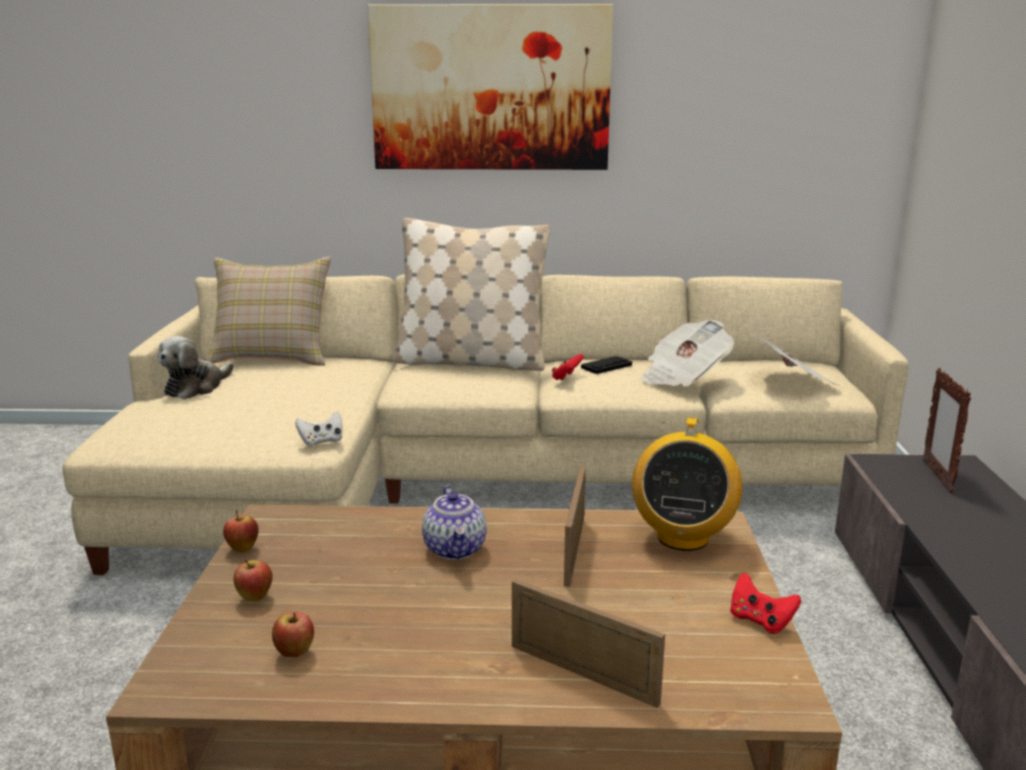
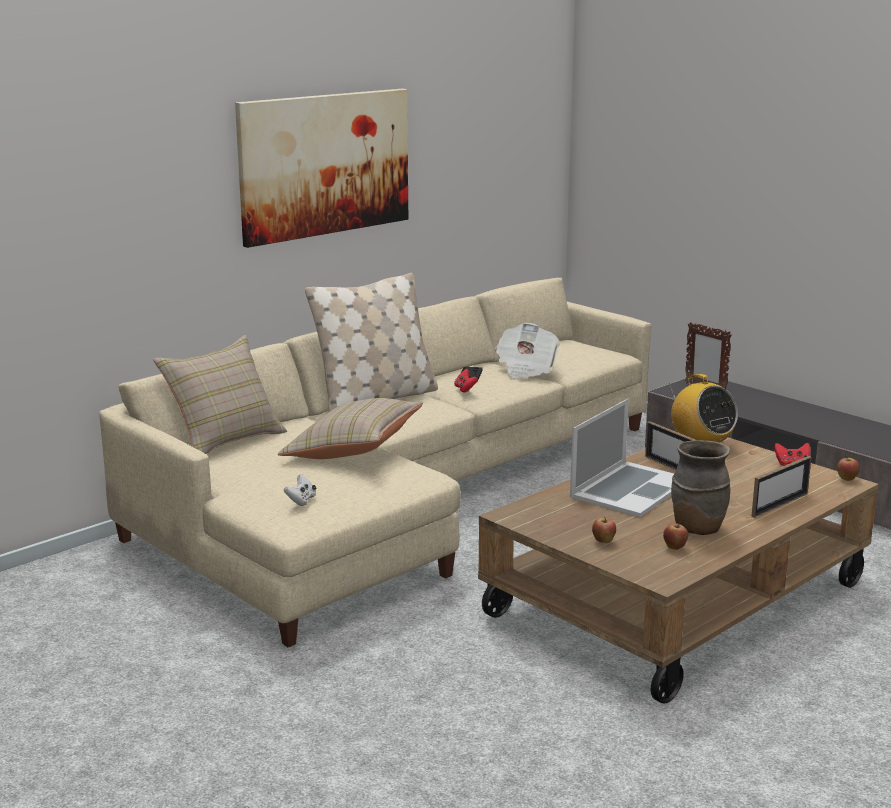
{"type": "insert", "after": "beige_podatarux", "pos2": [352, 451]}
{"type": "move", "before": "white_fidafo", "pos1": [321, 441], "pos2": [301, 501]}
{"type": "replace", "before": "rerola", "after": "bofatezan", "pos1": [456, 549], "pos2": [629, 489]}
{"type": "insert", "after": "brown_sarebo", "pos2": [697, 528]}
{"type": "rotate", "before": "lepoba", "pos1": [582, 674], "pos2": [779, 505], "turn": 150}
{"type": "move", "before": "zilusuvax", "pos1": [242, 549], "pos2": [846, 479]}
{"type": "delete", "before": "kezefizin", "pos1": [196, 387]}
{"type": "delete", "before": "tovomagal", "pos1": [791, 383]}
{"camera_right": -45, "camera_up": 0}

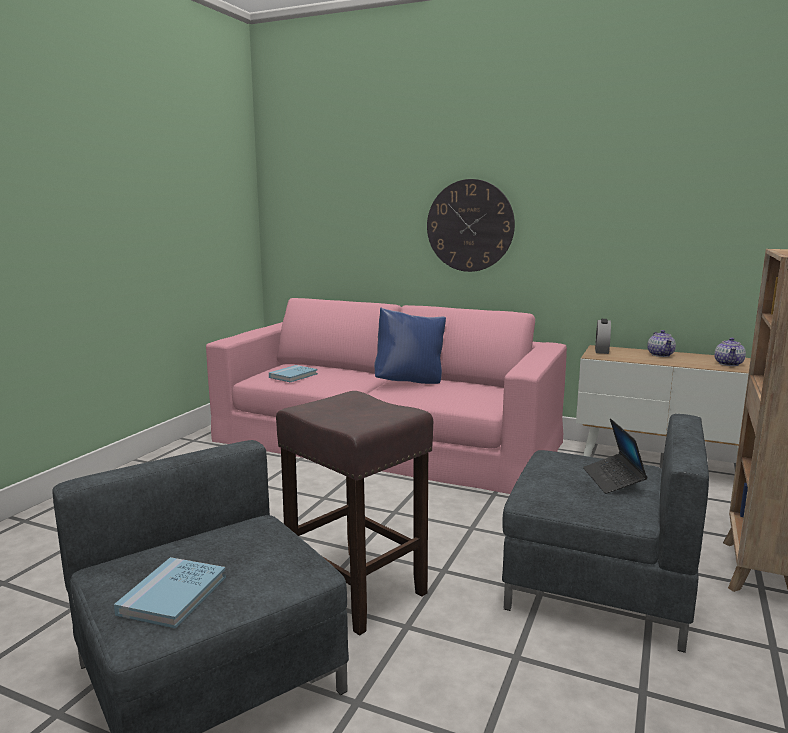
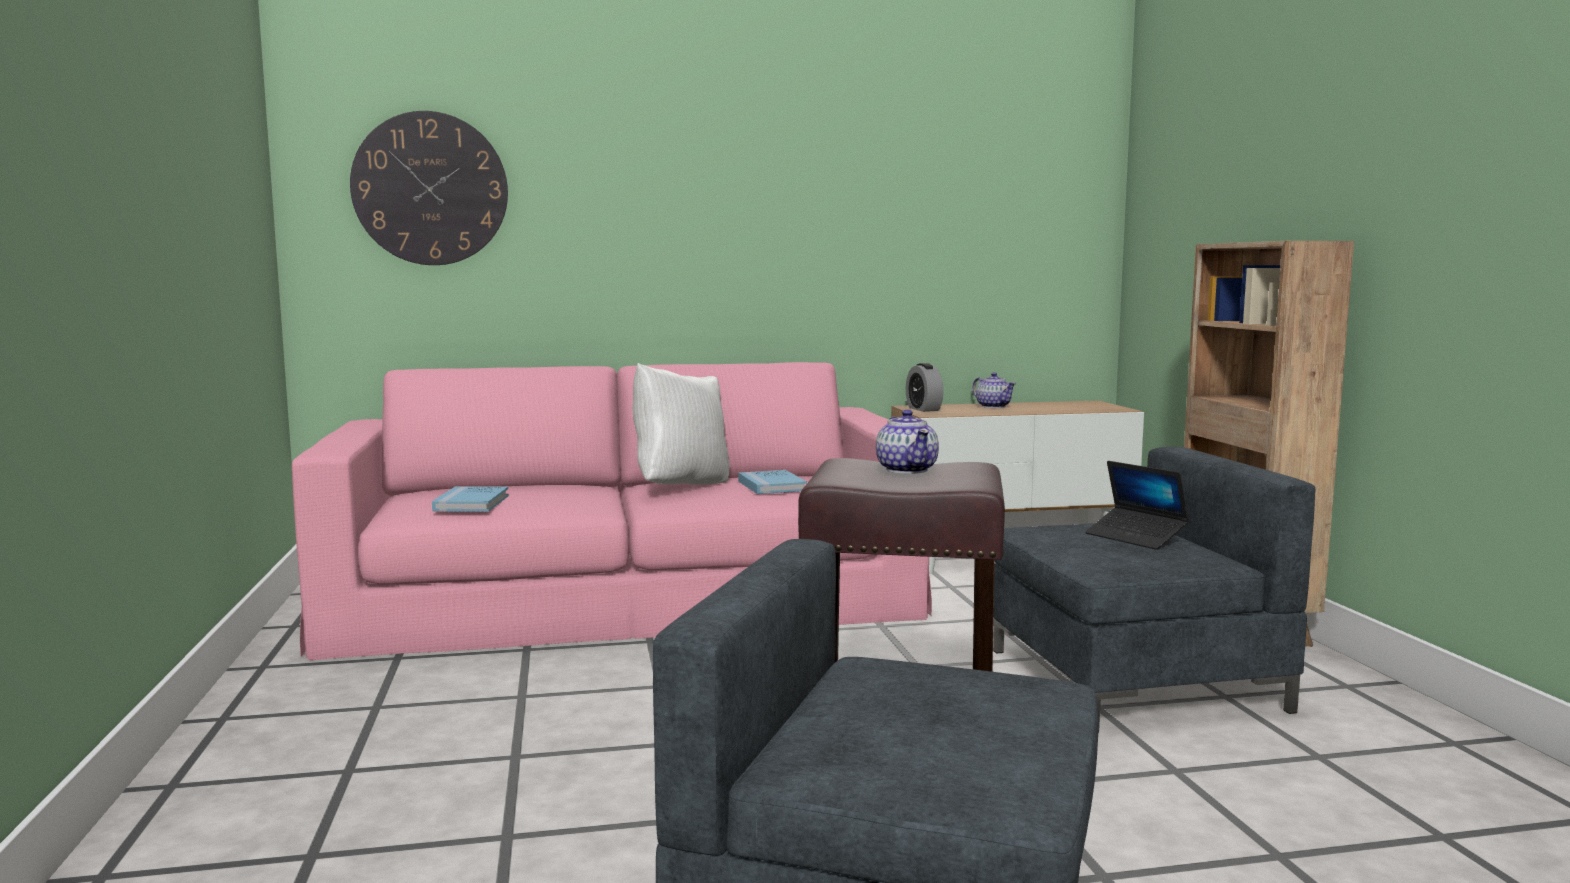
{"type": "move", "before": "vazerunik", "pos1": [470, 226], "pos2": [430, 189]}
{"type": "recolor", "before": "blue_podatarux", "after": "white_podatarux", "pos1": [410, 382], "pos2": [681, 486]}
{"type": "move", "before": "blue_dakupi", "pos1": [173, 595], "pos2": [771, 486]}
{"type": "move", "before": "rerola", "pos1": [729, 364], "pos2": [907, 469]}
{"camera_right": -35, "camera_up": -5}

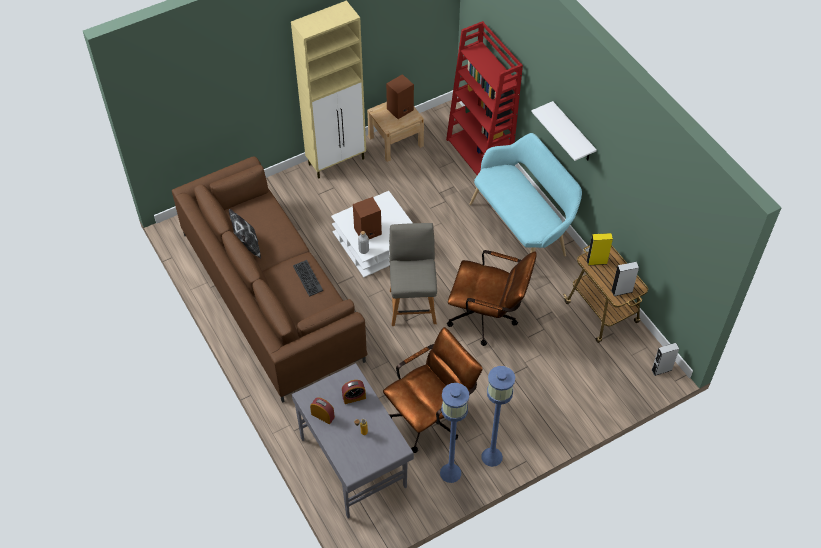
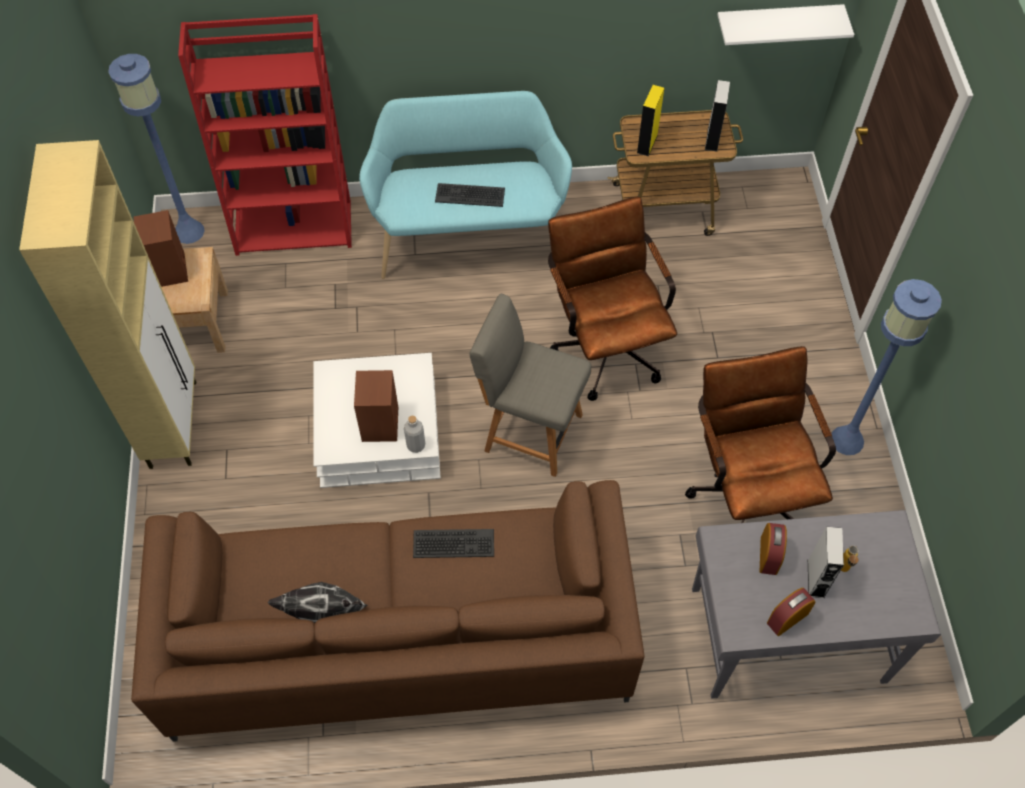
{"type": "move", "before": "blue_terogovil", "pos1": [450, 472], "pos2": [188, 231]}
{"type": "insert", "after": "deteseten", "pos2": [470, 195]}
{"type": "rotate", "before": "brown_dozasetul", "pos1": [488, 318], "pos2": [605, 343], "turn": -60}
{"type": "move", "before": "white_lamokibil", "pos1": [573, 133], "pos2": [777, 23]}
{"type": "move", "before": "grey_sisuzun", "pos1": [661, 369], "pos2": [816, 578]}
{"camera_right": -65, "camera_up": 5}

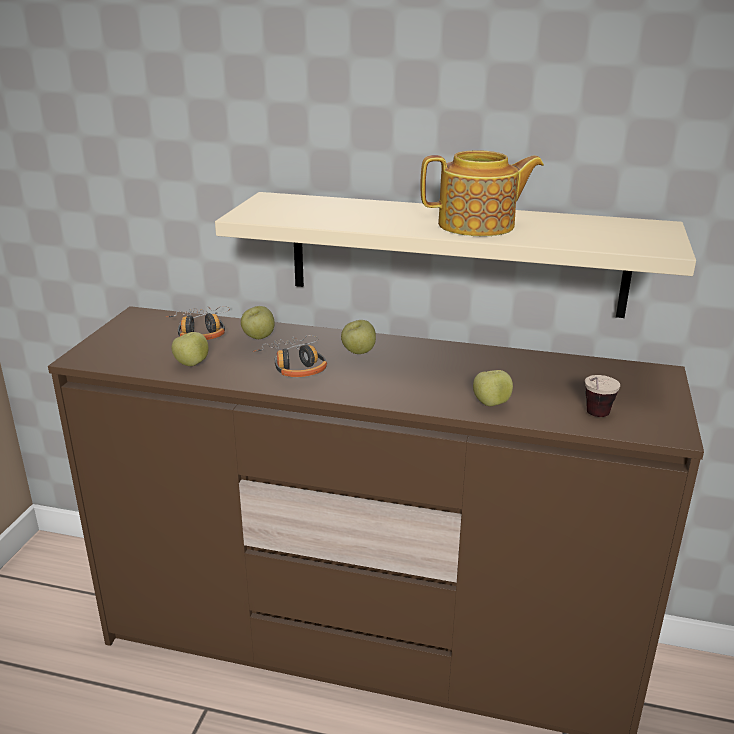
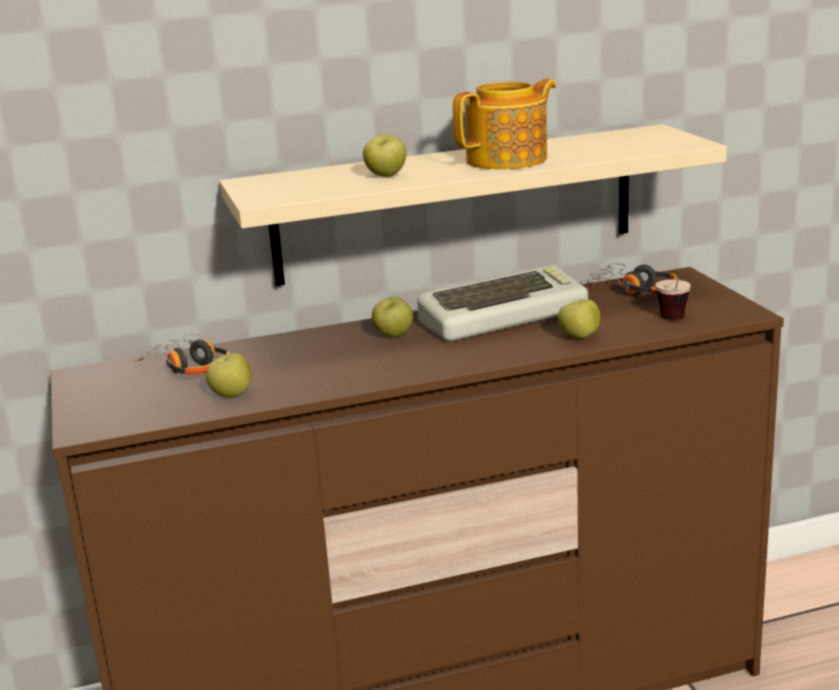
{"type": "move", "before": "zilusuvax", "pos1": [258, 337], "pos2": [386, 176]}
{"type": "insert", "after": "deteseten", "pos2": [503, 315]}
{"type": "move", "before": "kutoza", "pos1": [295, 365], "pos2": [633, 289]}
{"camera_right": -30, "camera_up": -5}

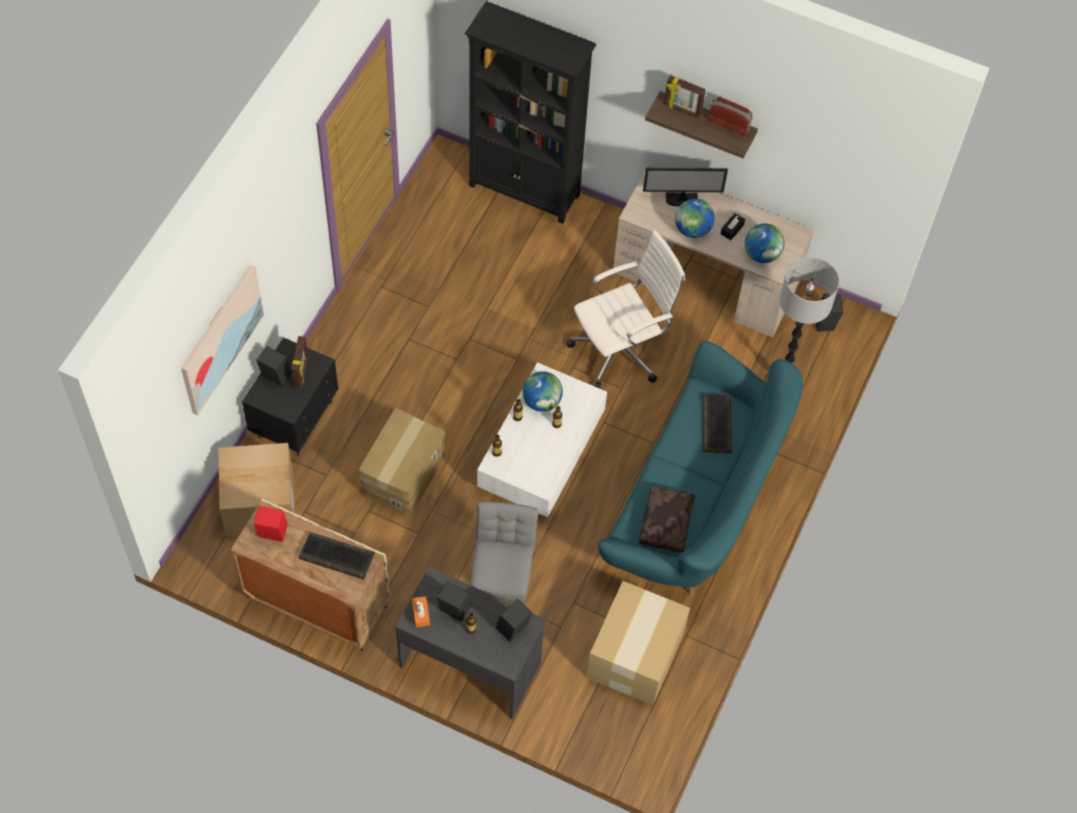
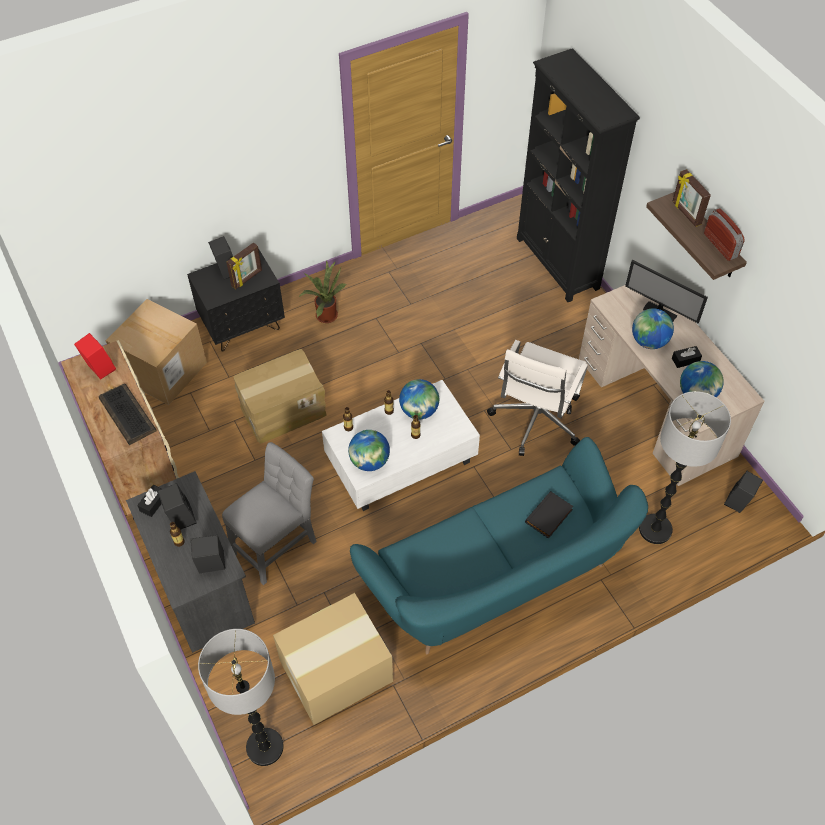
{"type": "recolor", "before": "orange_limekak", "after": "black_limekak", "pos1": [421, 614], "pos2": [153, 503]}
{"type": "insert", "after": "terogovil", "pos2": [264, 747]}
{"type": "insert", "after": "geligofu", "pos2": [325, 314]}
{"type": "insert", "after": "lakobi", "pos2": [369, 461]}
{"type": "rotate", "before": "white_dozasetul", "pos1": [621, 350], "pos2": [535, 420], "turn": 105}
{"type": "replace", "before": "deteseten", "after": "black_dakupi", "pos1": [717, 425], "pos2": [549, 517]}
{"type": "delete", "before": "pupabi", "pos1": [220, 339]}
{"type": "delete", "before": "brown_podatarux", "pos1": [667, 523]}
{"camera_right": 40, "camera_up": -5}

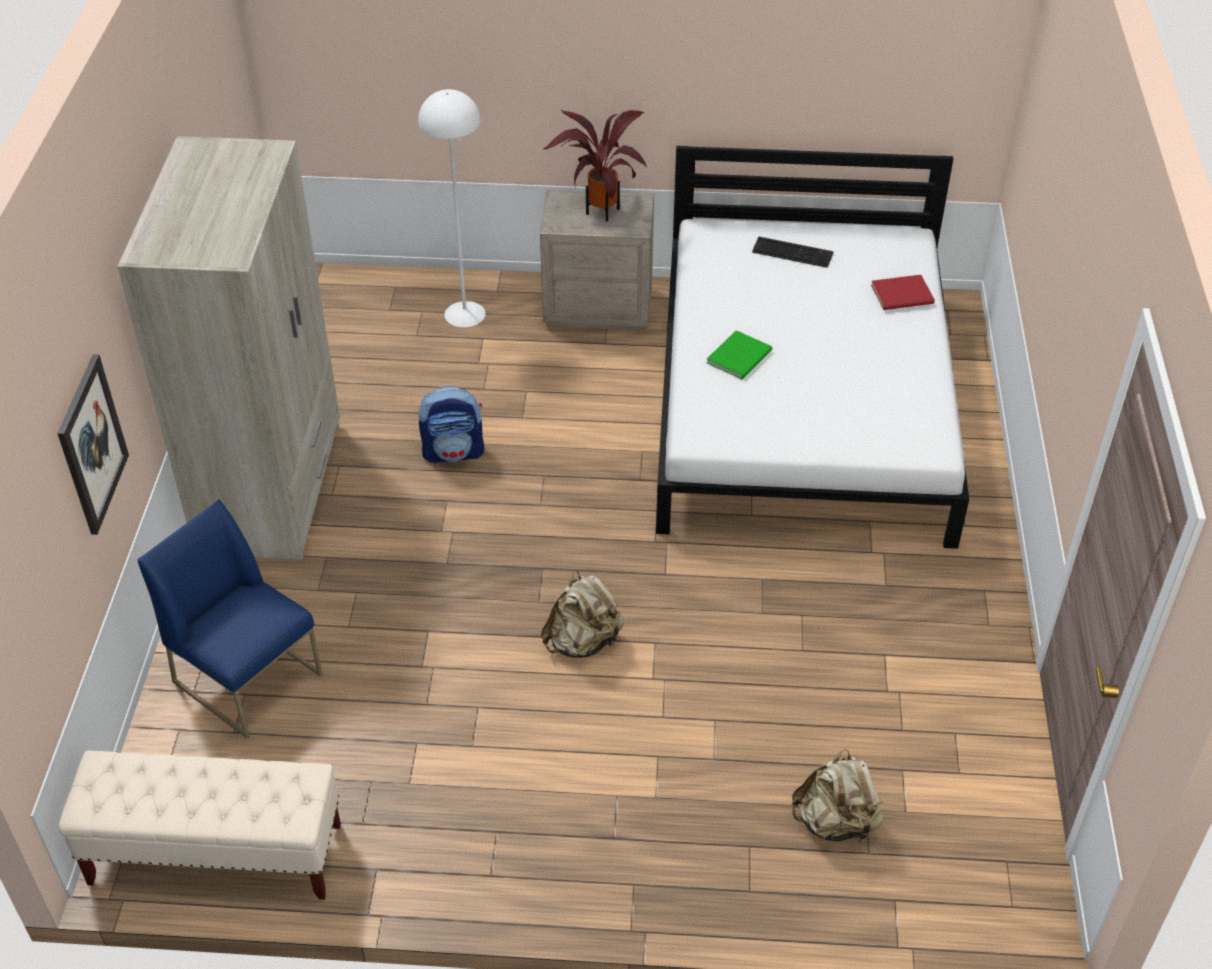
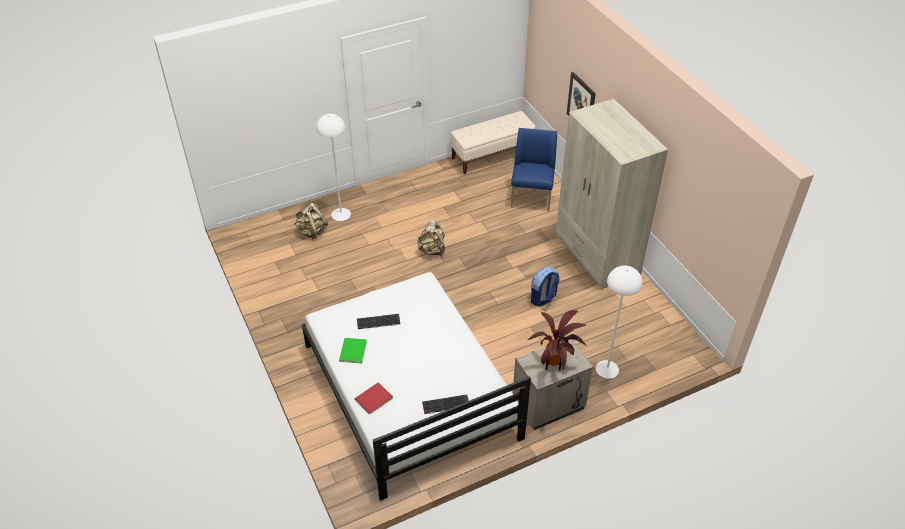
{"type": "insert", "after": "white_terogovil", "pos2": [341, 214]}
{"type": "move", "before": "green_dakupi", "pos1": [741, 356], "pos2": [352, 352]}
{"type": "insert", "after": "deteseten", "pos2": [378, 322]}
{"type": "rotate", "before": "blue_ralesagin", "pos1": [249, 678], "pos2": [532, 196], "turn": -90}
{"camera_right": 150, "camera_up": 0}

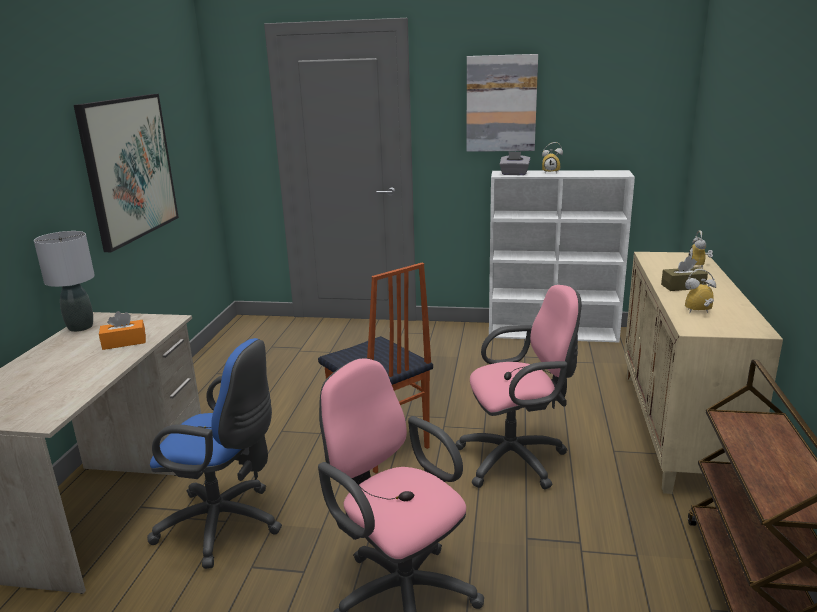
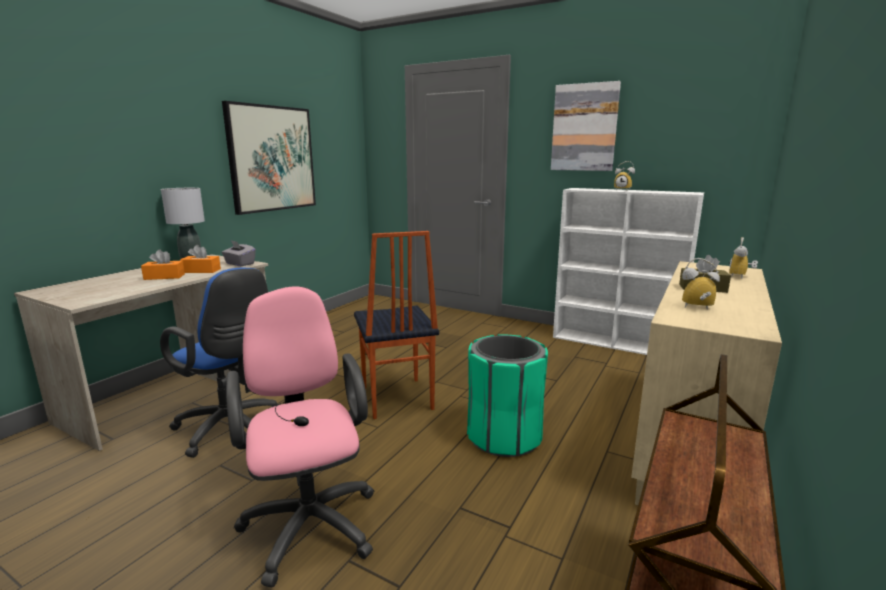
{"type": "insert", "after": "orange_limekak", "pos2": [164, 277]}
{"type": "move", "before": "grey_limekak", "pos1": [514, 174], "pos2": [239, 264]}
{"type": "replace", "before": "pink_dozasetul", "after": "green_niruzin", "pos1": [517, 459], "pos2": [504, 436]}
{"camera_right": 20, "camera_up": -5}

